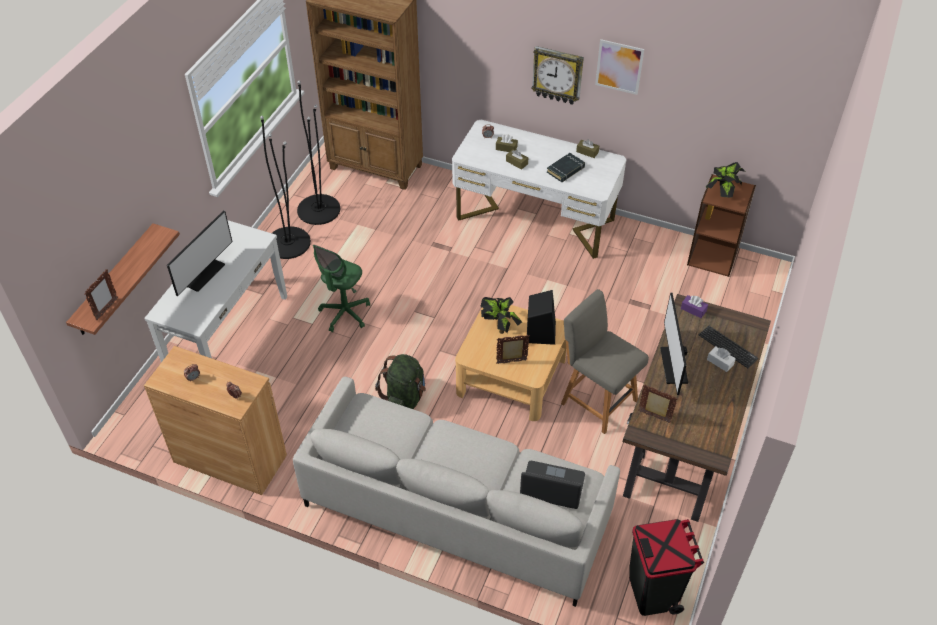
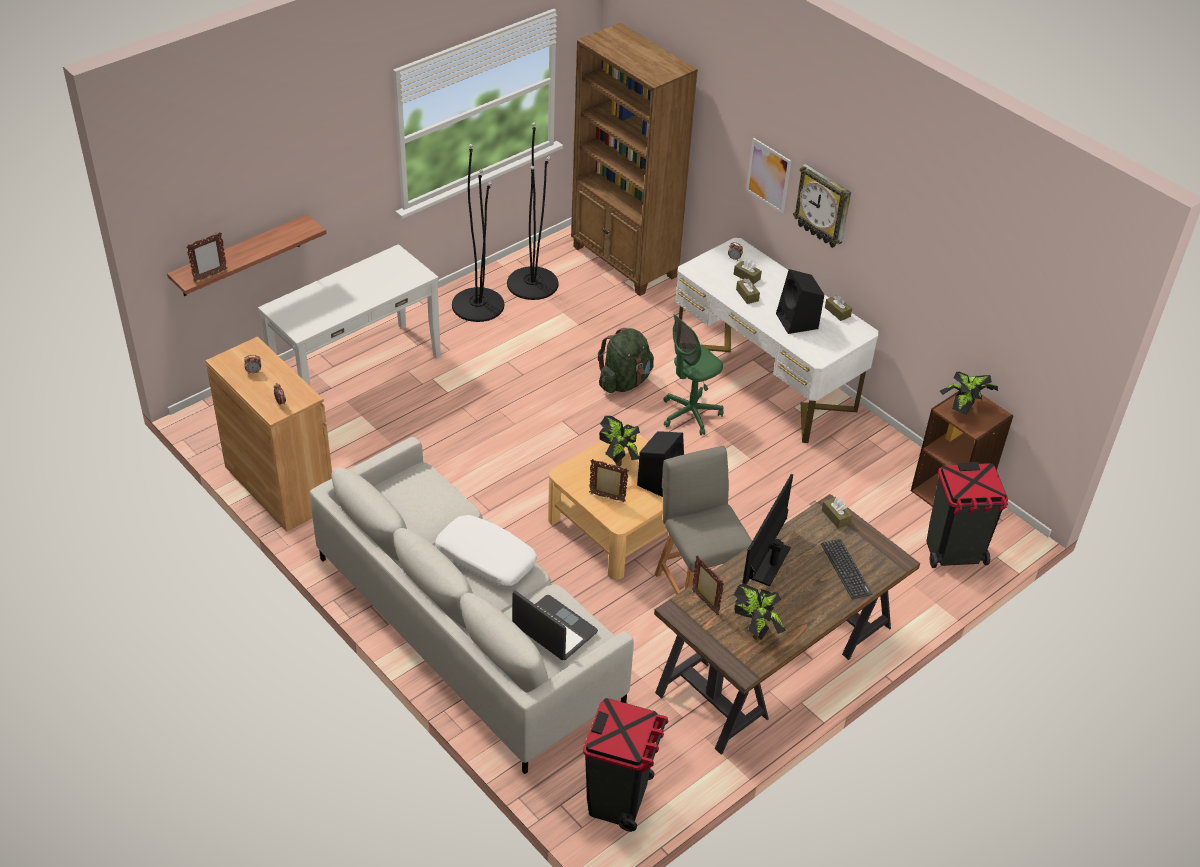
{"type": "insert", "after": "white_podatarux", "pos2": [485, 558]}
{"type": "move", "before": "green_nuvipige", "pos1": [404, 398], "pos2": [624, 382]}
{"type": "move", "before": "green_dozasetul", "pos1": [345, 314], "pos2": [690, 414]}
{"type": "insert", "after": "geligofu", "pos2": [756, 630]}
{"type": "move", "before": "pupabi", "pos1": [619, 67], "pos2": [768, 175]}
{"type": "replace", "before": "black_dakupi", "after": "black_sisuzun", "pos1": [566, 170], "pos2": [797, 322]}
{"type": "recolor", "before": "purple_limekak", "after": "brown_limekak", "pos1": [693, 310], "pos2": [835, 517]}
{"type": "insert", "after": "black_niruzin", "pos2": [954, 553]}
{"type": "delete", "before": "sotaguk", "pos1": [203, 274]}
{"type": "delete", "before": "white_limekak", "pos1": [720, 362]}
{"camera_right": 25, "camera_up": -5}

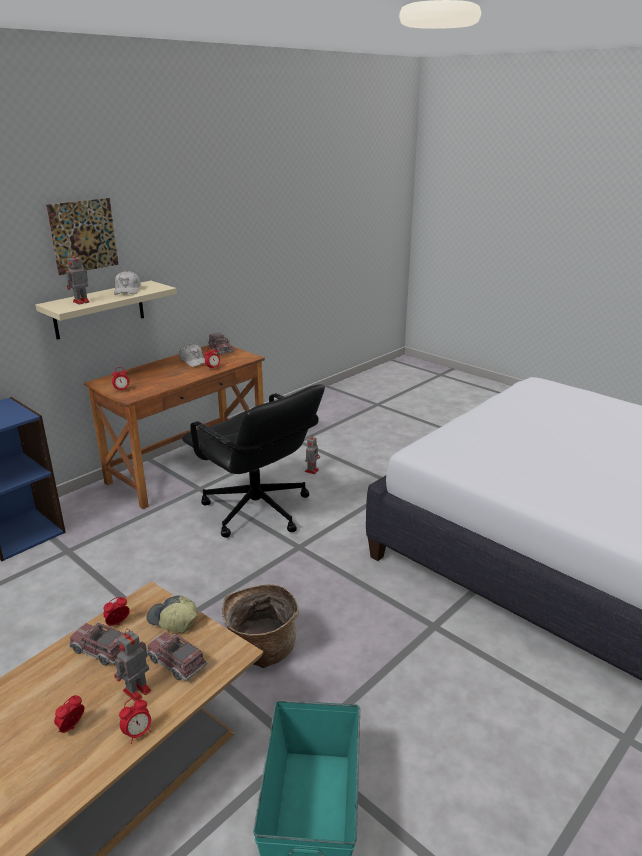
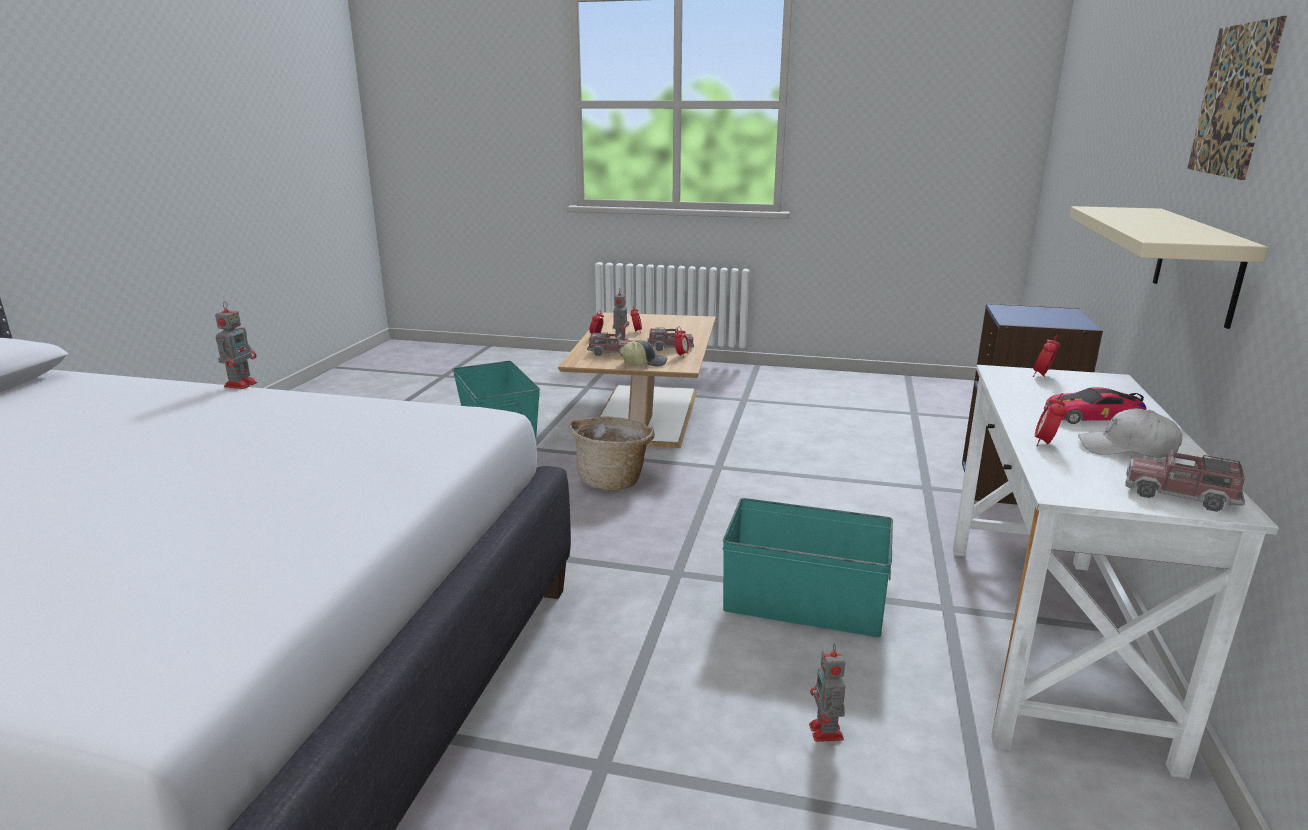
{"type": "move", "before": "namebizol", "pos1": [80, 302], "pos2": [241, 384]}
{"type": "replace", "before": "black_dozasetul", "after": "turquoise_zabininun", "pos1": [256, 511], "pos2": [803, 602]}
{"type": "recolor", "before": "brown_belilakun", "after": "white_belilakun", "pos1": [188, 467], "pos2": [1048, 642]}
{"type": "insert", "after": "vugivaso", "pos2": [1092, 416]}
{"type": "delete", "before": "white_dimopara", "pos1": [127, 290]}
{"camera_right": 150, "camera_up": -5}

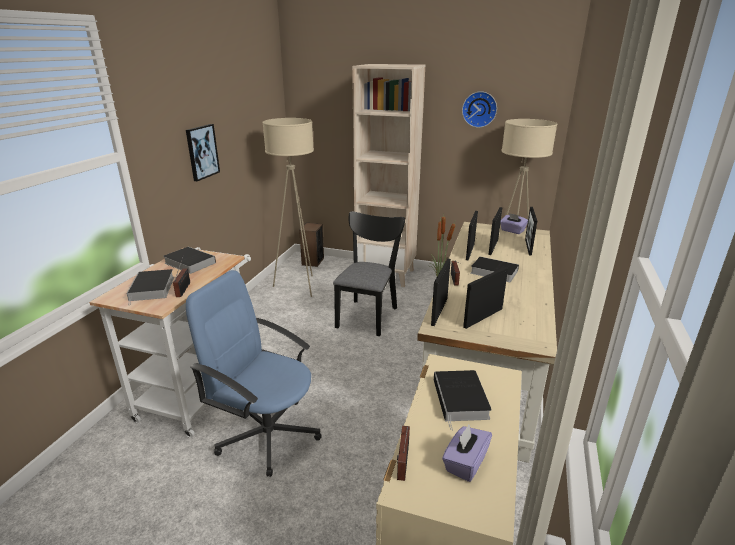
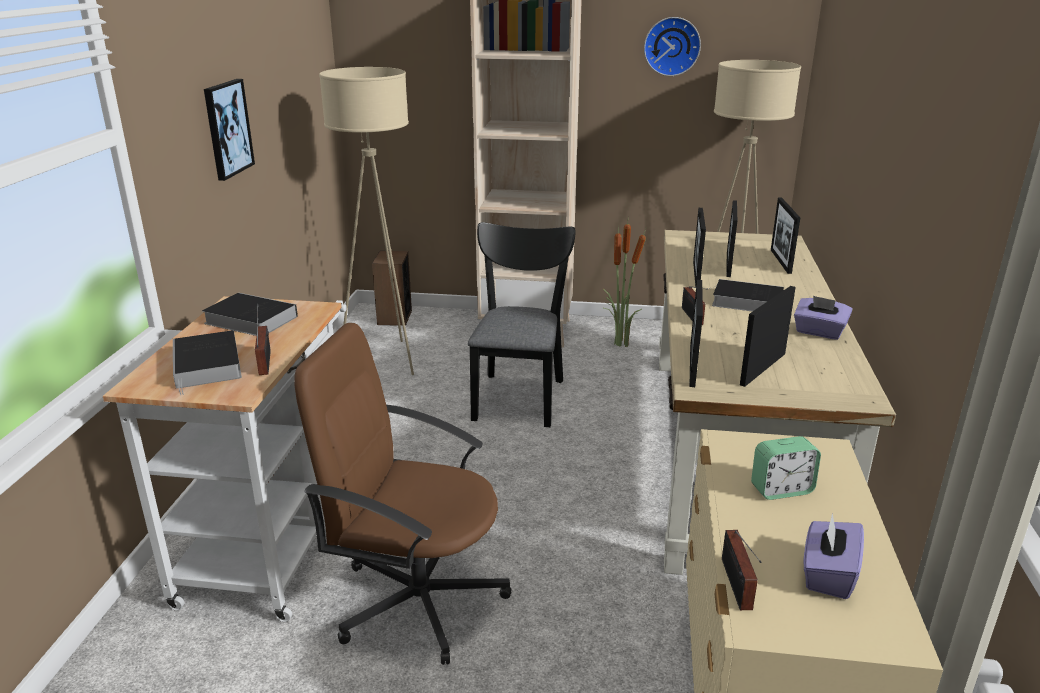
{"type": "recolor", "before": "blue_dozasetul", "after": "brown_dozasetul", "pos1": [267, 433], "pos2": [417, 599]}
{"type": "replace", "before": "dakupi", "after": "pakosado", "pos1": [461, 400], "pos2": [781, 489]}
{"type": "move", "before": "purple_limekak", "pos1": [512, 231], "pos2": [819, 332]}
{"camera_right": -10, "camera_up": 0}

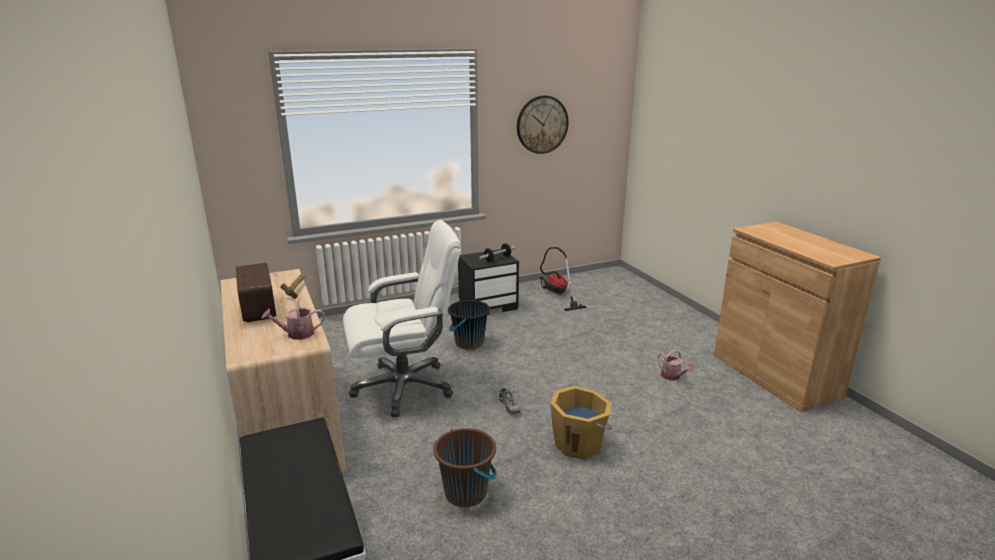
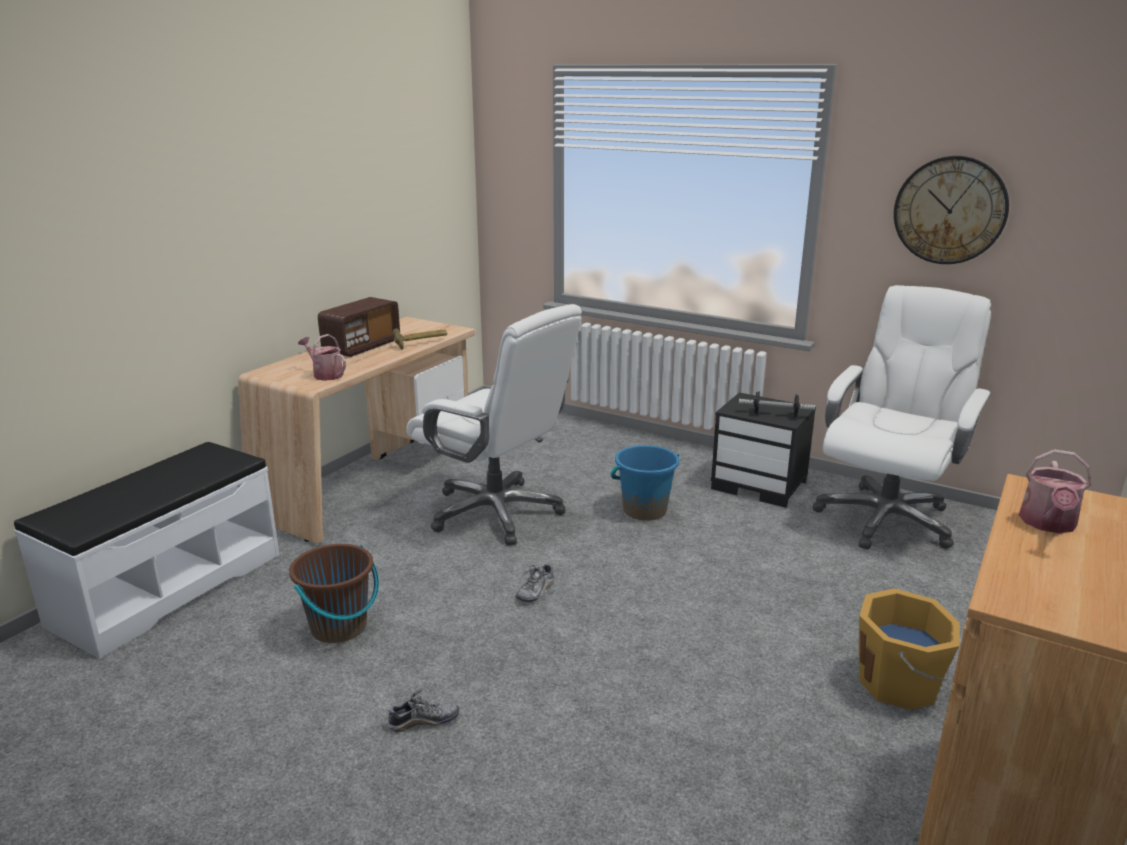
{"type": "insert", "after": "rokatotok", "pos2": [423, 721]}
{"type": "recolor", "before": "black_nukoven", "after": "blue_nukoven", "pos1": [469, 343], "pos2": [644, 510]}
{"type": "replace", "before": "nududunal", "after": "white_dozasetul", "pos1": [556, 294], "pos2": [885, 518]}
{"type": "move", "before": "orange_nukoven", "pos1": [579, 443], "pos2": [899, 684]}
{"type": "move", "before": "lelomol", "pos1": [673, 376], "pos2": [1048, 524]}
{"camera_right": 55, "camera_up": 0}

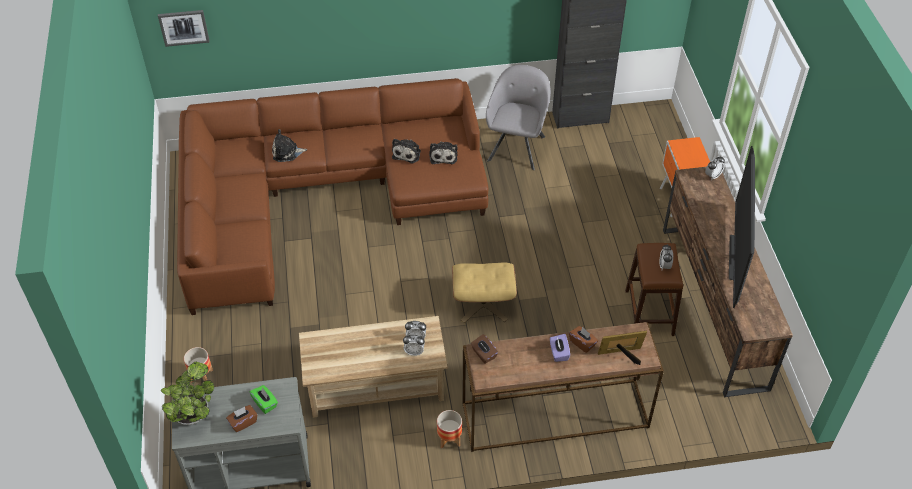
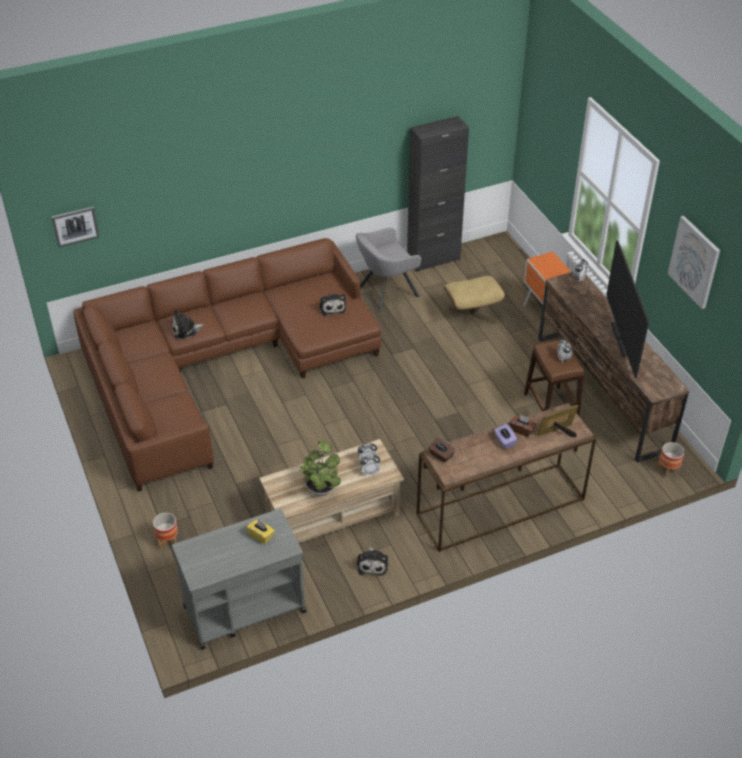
{"type": "recolor", "before": "green_limekak", "after": "yellow_limekak", "pos1": [265, 403], "pos2": [261, 536]}
{"type": "move", "before": "geligofu", "pos1": [193, 413], "pos2": [321, 487]}
{"type": "rotate", "before": "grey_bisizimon", "pos1": [517, 146], "pos2": [386, 292], "turn": -120}
{"type": "move", "before": "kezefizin", "pos1": [407, 153], "pos2": [372, 564]}
{"type": "move", "before": "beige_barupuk", "pos1": [483, 304], "pos2": [472, 315]}
{"type": "move", "before": "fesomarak", "pos1": [449, 439], "pos2": [668, 470]}
{"type": "insert", "after": "pupabi", "pos2": [694, 262]}
{"type": "delete", "before": "brown_limekak", "pos1": [243, 422]}
{"camera_right": -15, "camera_up": -5}

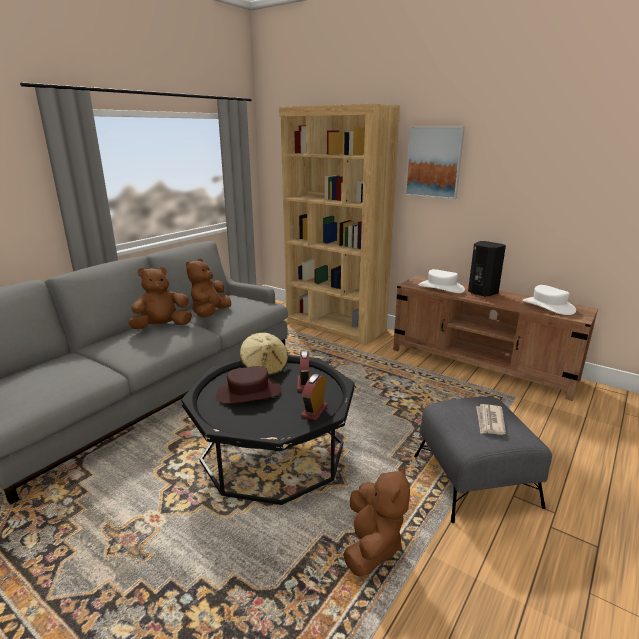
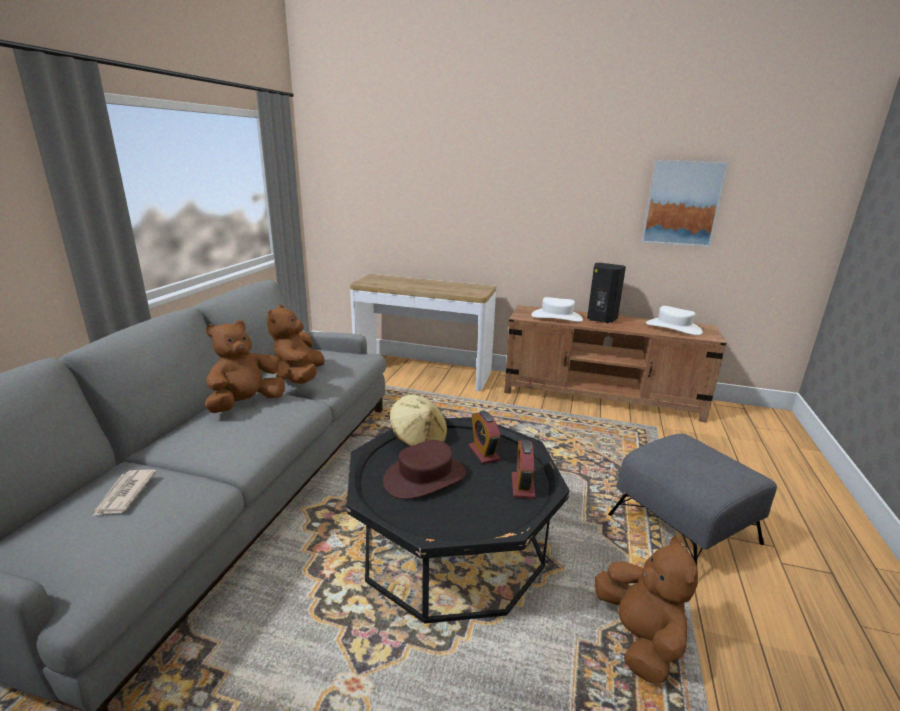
{"type": "move", "before": "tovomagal", "pos1": [489, 421], "pos2": [124, 494]}
{"type": "replace", "before": "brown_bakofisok", "after": "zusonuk", "pos1": [335, 326], "pos2": [422, 372]}
{"type": "move", "before": "pupabi", "pos1": [434, 162], "pos2": [682, 203]}
{"camera_right": -20, "camera_up": 0}

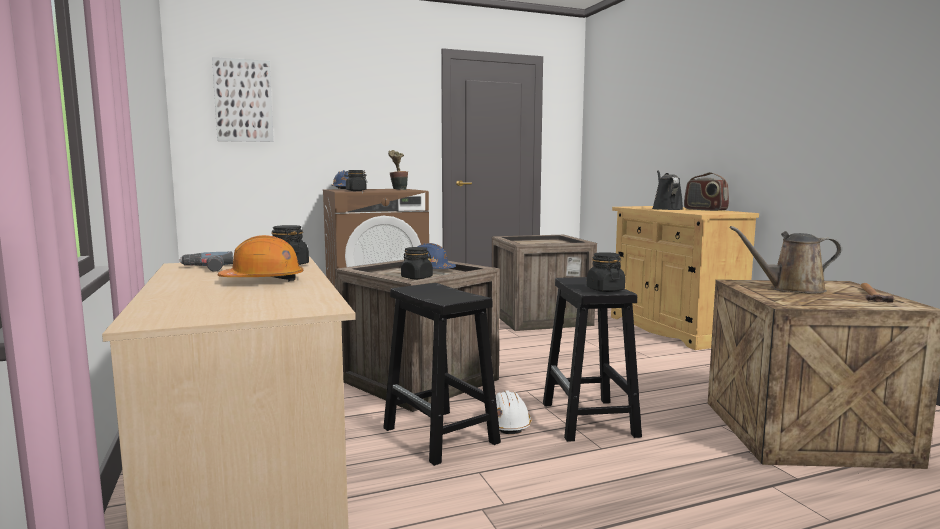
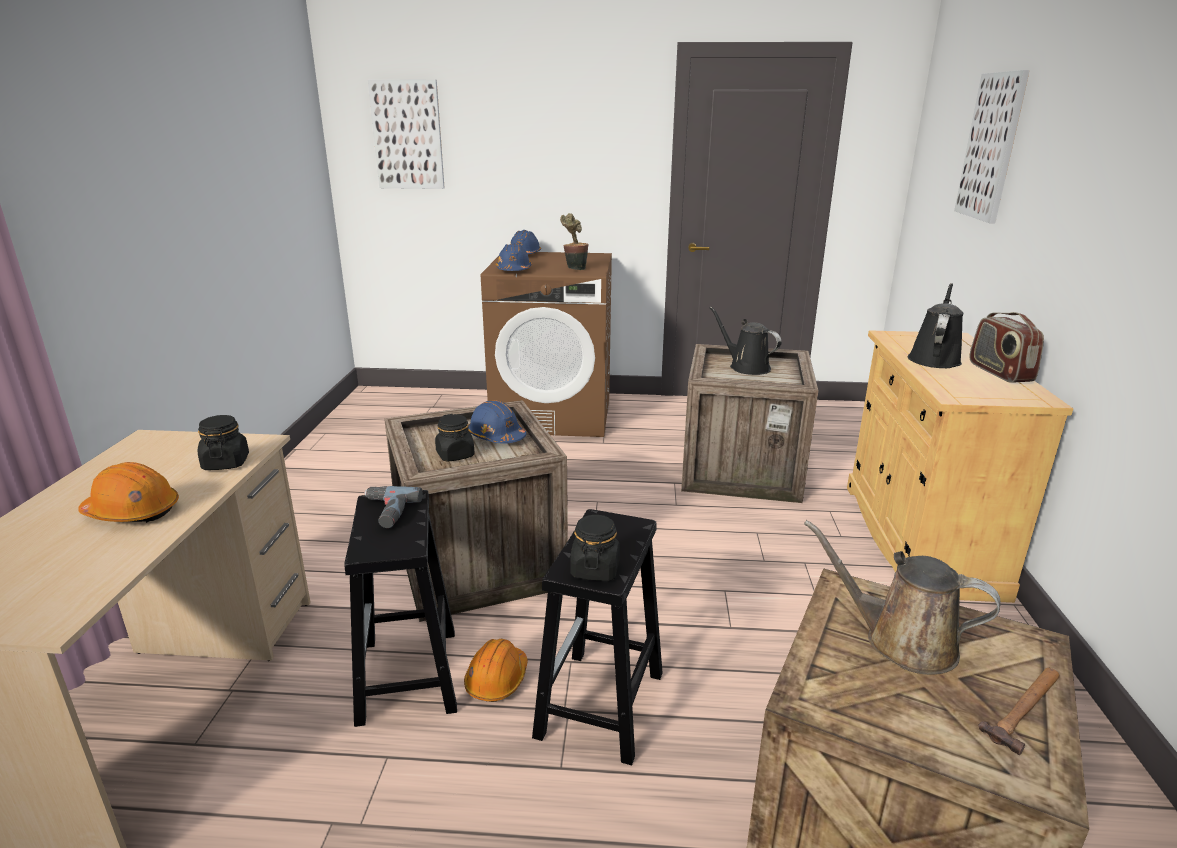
{"type": "move", "before": "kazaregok", "pos1": [205, 268], "pos2": [386, 512]}
{"type": "recolor", "before": "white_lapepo", "after": "orange_lapepo", "pos1": [507, 424], "pos2": [497, 679]}
{"type": "replace", "before": "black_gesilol", "after": "blue_lapepo", "pos1": [356, 190], "pos2": [513, 270]}
{"type": "insert", "after": "black_lelomol", "pos2": [746, 367]}
{"type": "insert", "after": "pupabi", "pos2": [991, 147]}
{"camera_right": 25, "camera_up": 15}

